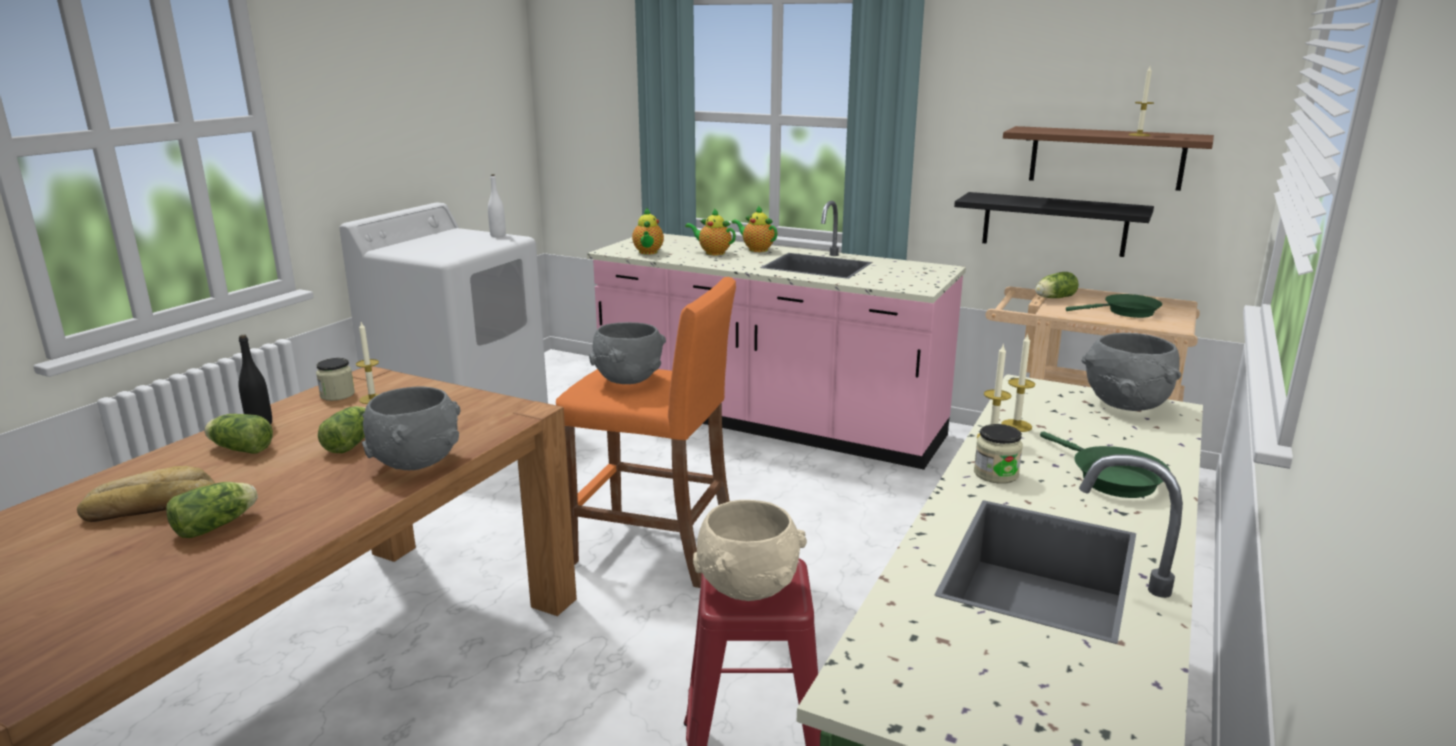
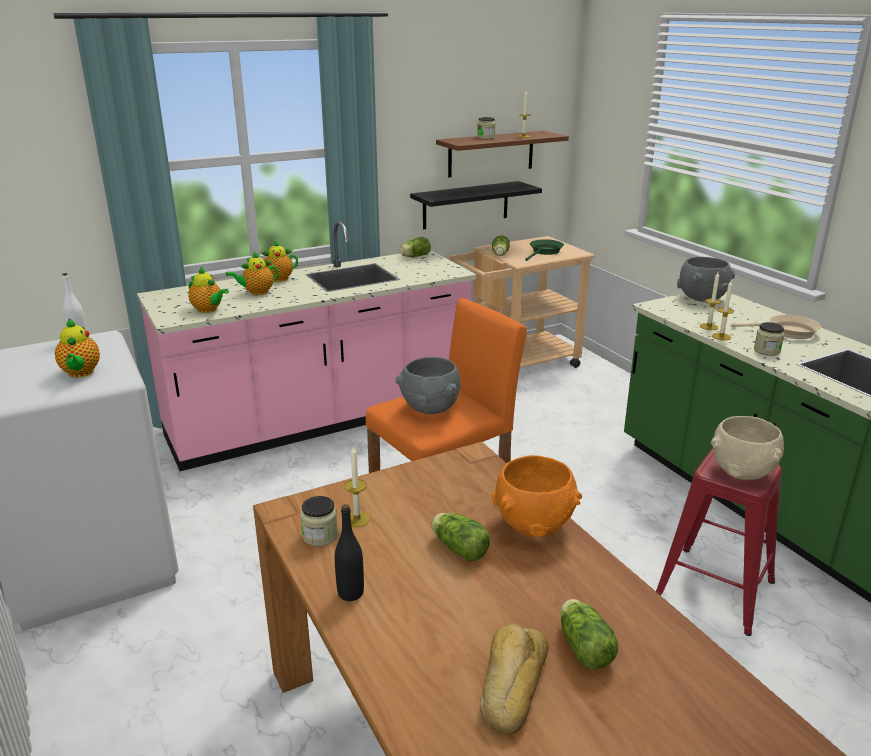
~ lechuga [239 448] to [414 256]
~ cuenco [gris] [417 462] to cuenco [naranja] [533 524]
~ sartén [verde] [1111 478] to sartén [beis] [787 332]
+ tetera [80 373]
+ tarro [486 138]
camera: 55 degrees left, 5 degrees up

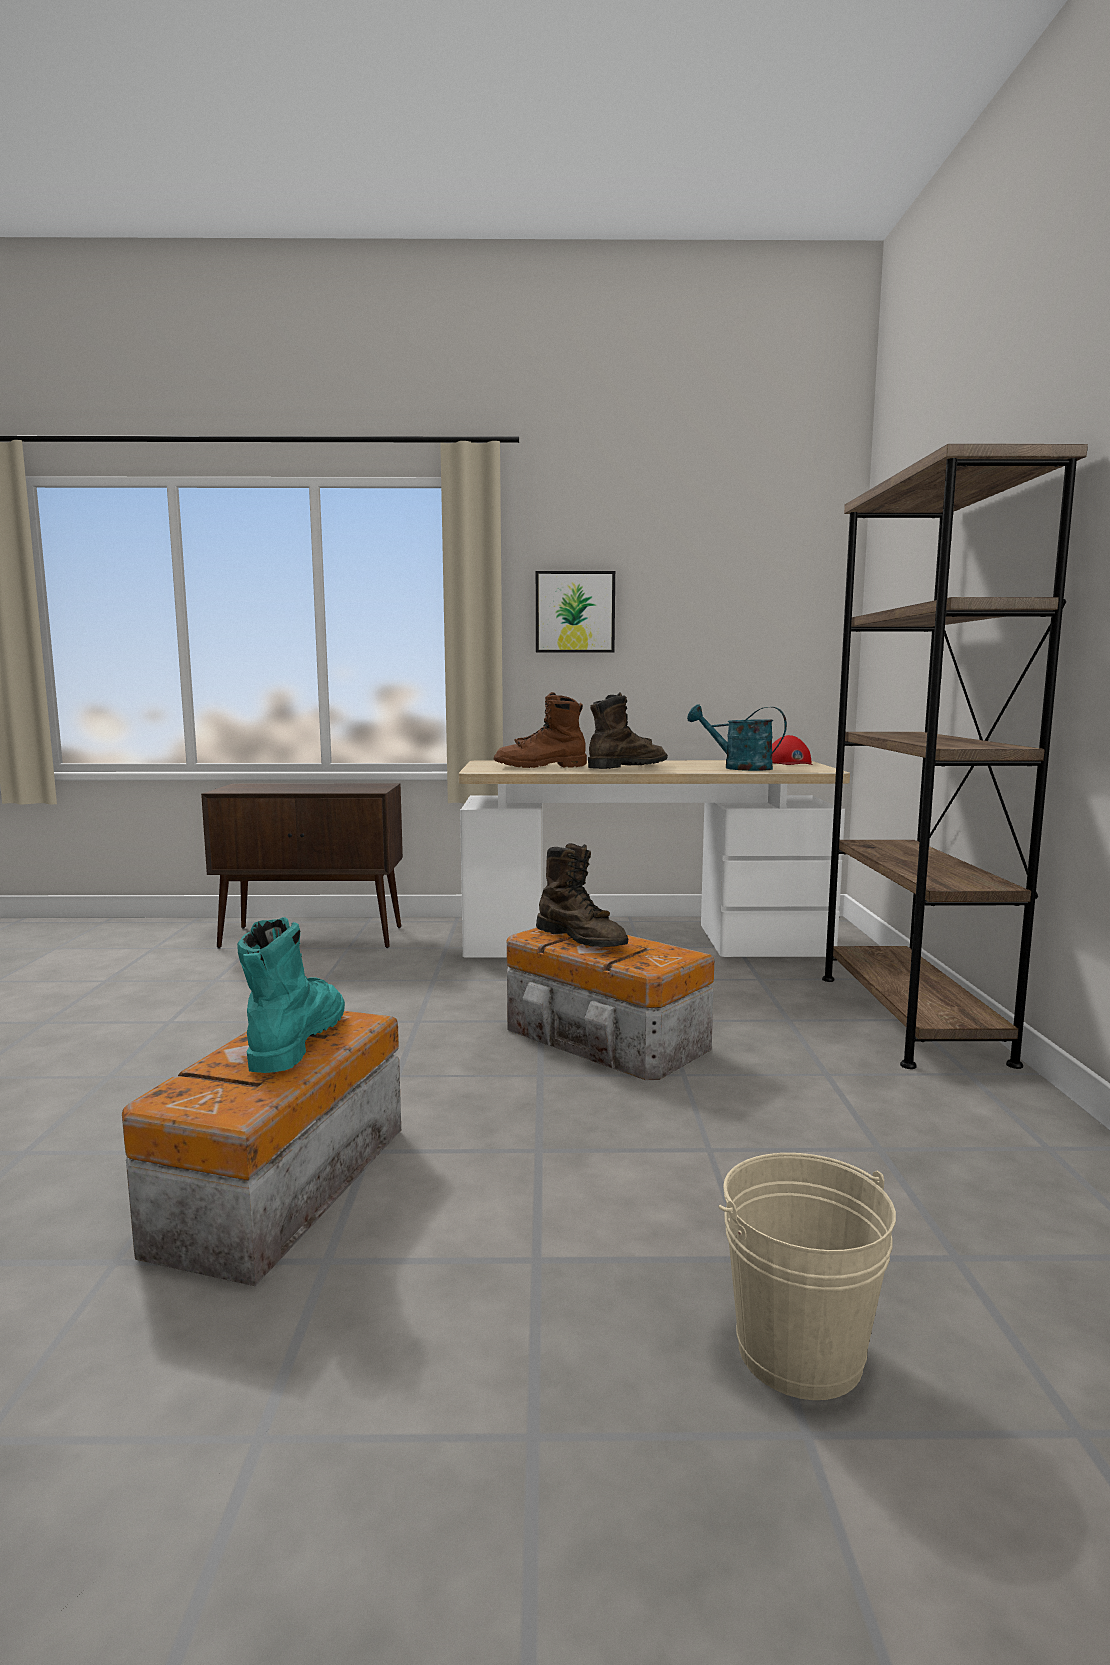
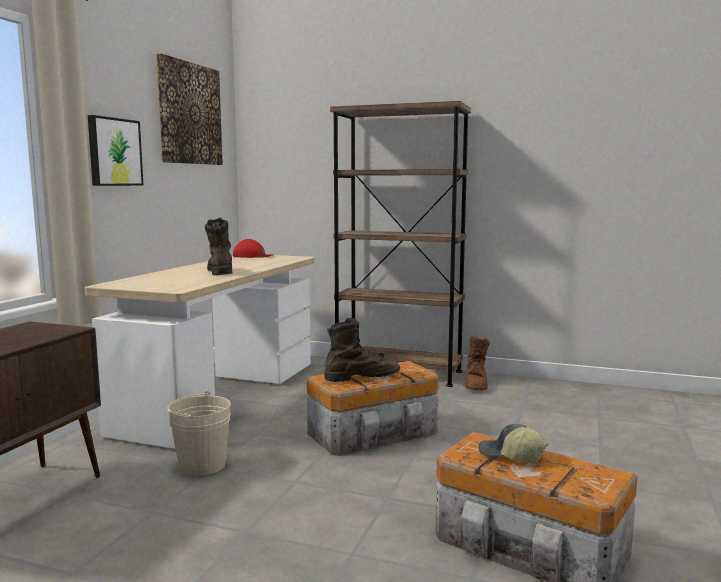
~ bota [turquesa] [296 1041] to gorra [510 456]
~ bota [marrón] [541 767] to [476 384]
- regadera [turquesa] [739 768]
~ cubo [beis] [800 1351] to [202 465]
+ cuadro [189 114]
camera: 70 degrees left, 0 degrees up

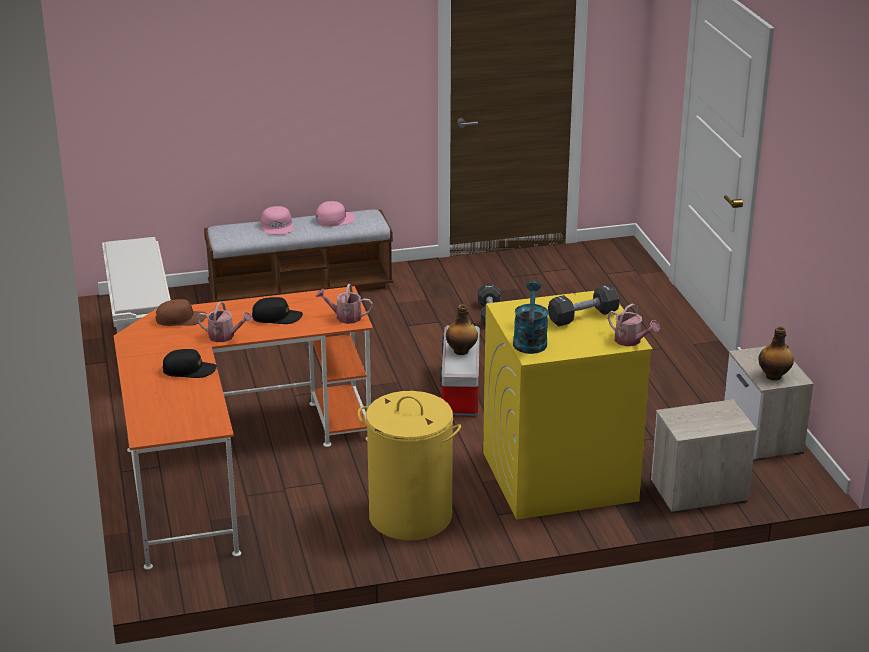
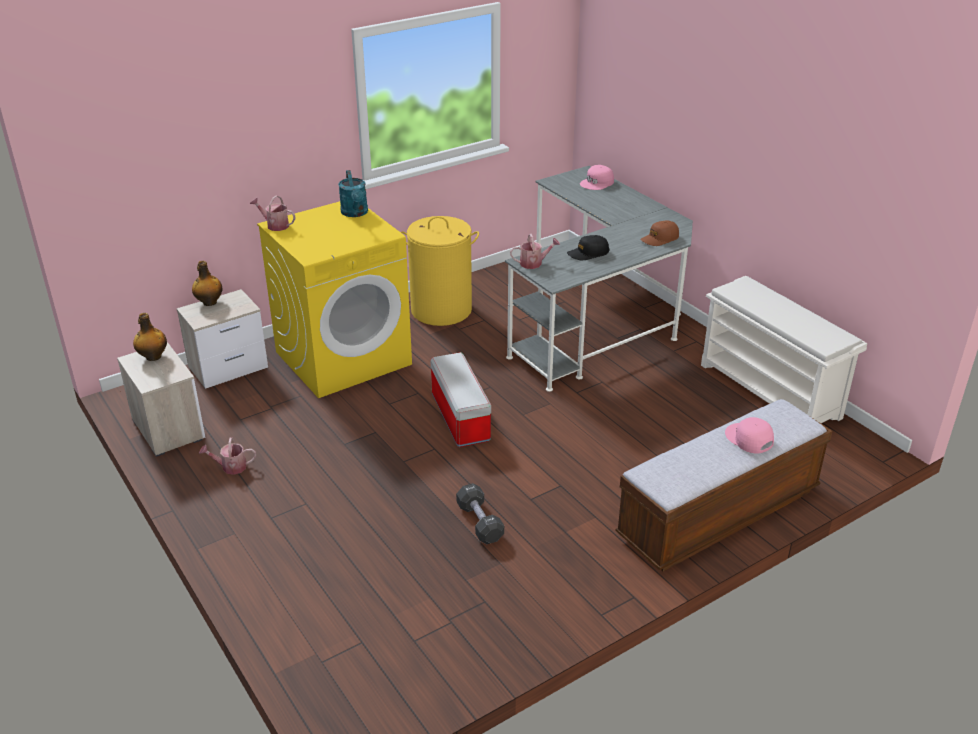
~ escritorio [naranja] [227 464] to escritorio [gris] [598 318]
- gorra [negro] [189 370]
~ regadera [225 336] to [230 467]
~ gorra [rosa] [335 219] to [597 183]
~ botella [461 351] to [209 303]
- mancuerna [negro] [583 317]
camera: 160 degrees right, 5 degrees up

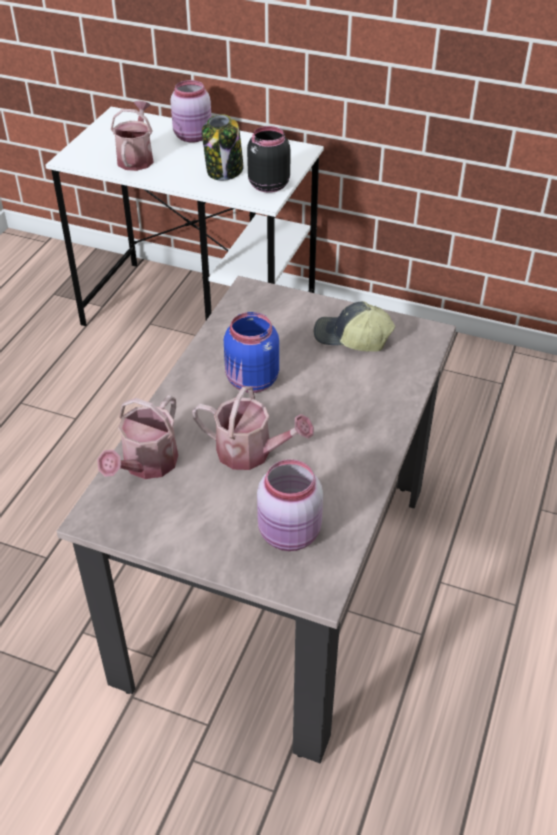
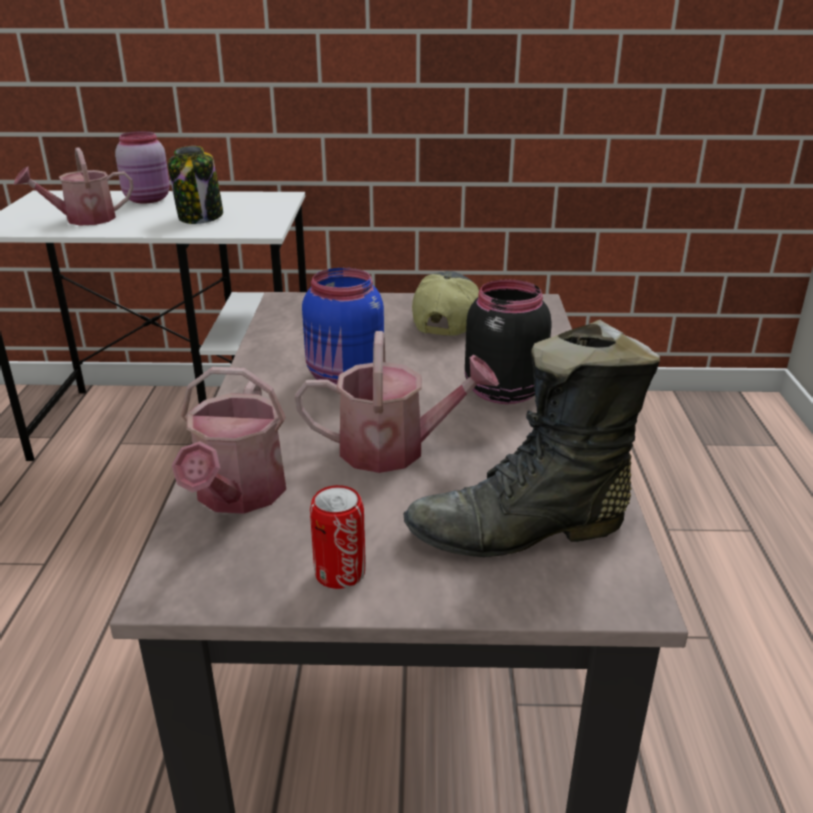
~ regadera [136 158] = [83 219] 105 degrees counterclockwise
~ tarro [negro] [267 185] to [501 392]
~ tarro [rosa] [290 535] to bota [negro] [522 531]
~ gorra [351 338] = [447 320] 105 degrees clockwise
+ lata [340 573]
camera: 20 degrees left, 15 degrees down

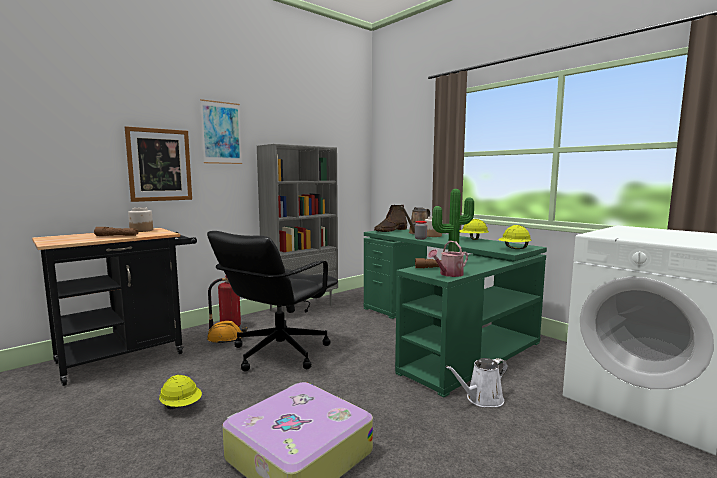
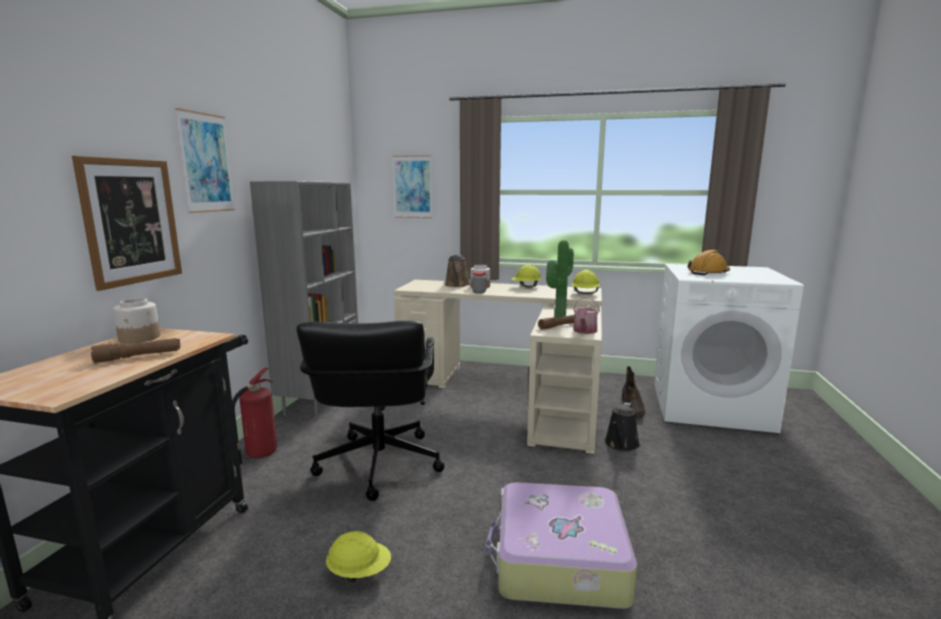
~ casco [naranja] [227 339] to [708 272]
~ escritorio [verde] [444 334] to escritorio [beis] [515 392]
~ bota [marrón] [390 231] to [632 408]
~ regadera [blanco] [482 399] to regadera [negro] [621 444]
+ cuadro [412 187]
camera: 35 degrees left, 5 degrees up

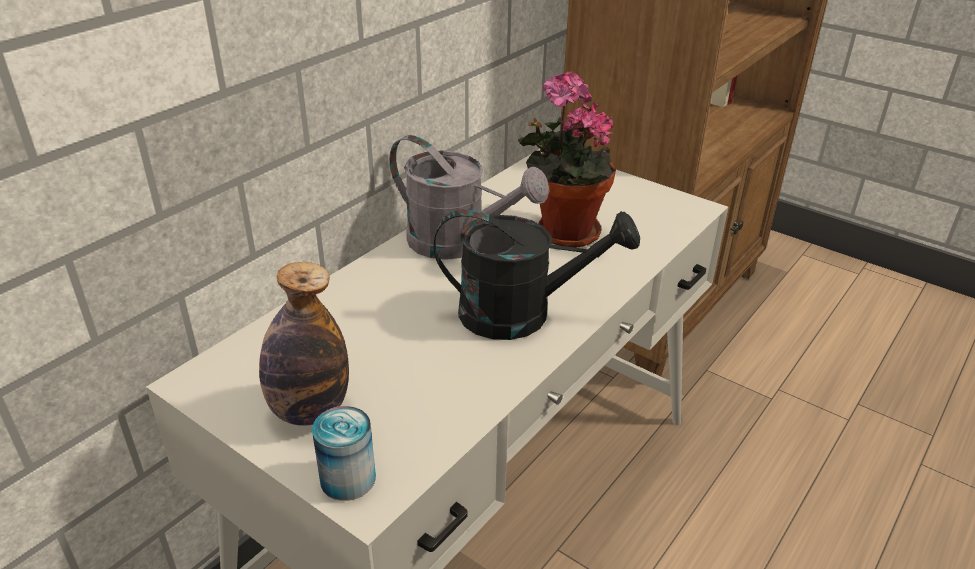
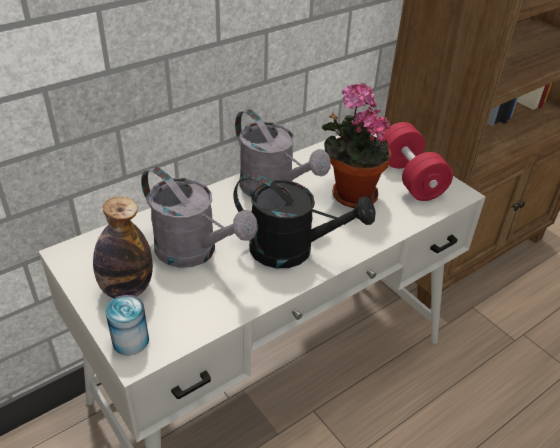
+ regadera [gris] [195 252]
+ mancuerna [rojo] [410 178]
camera: 15 degrees right, 5 degrees up

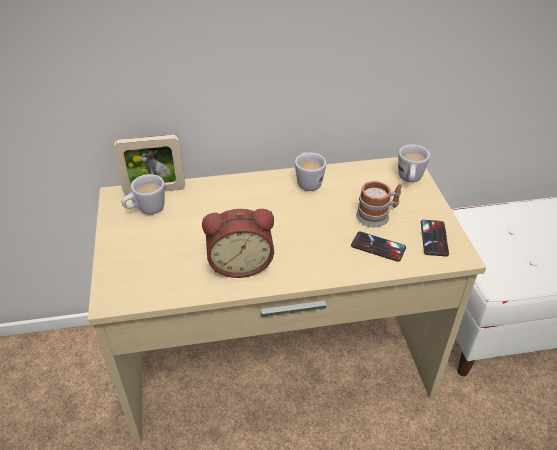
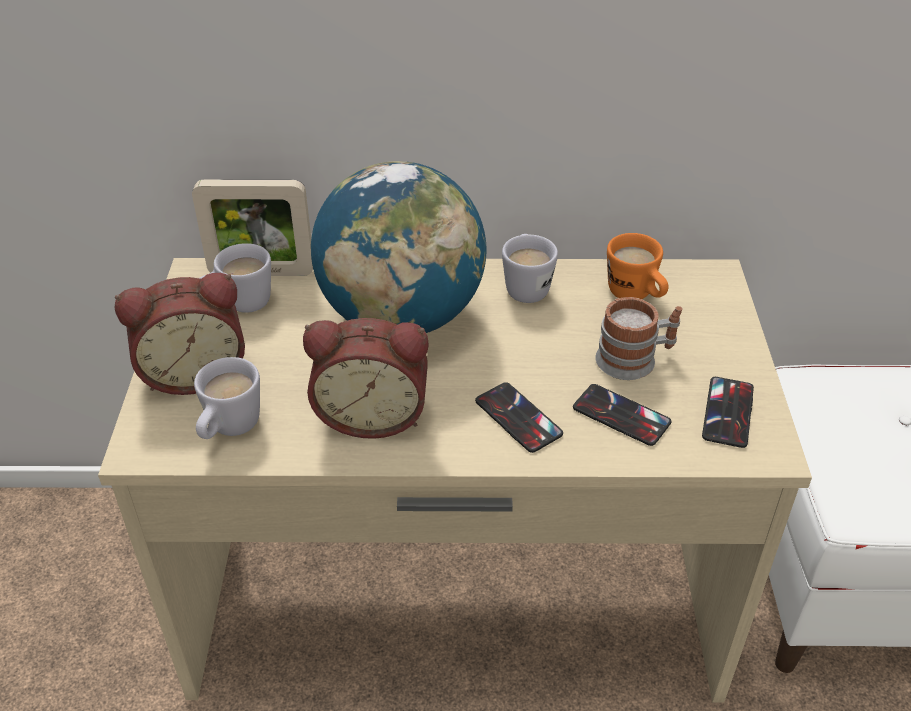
~ taza grande [blanco] [409 180] to [229 429]
+ despertador [194 372]
+ globo terráqueo [402 317]
+ móvil [518 418]
+ taza grande [naranja] [636 296]
camera: 10 degrees right, 0 degrees up

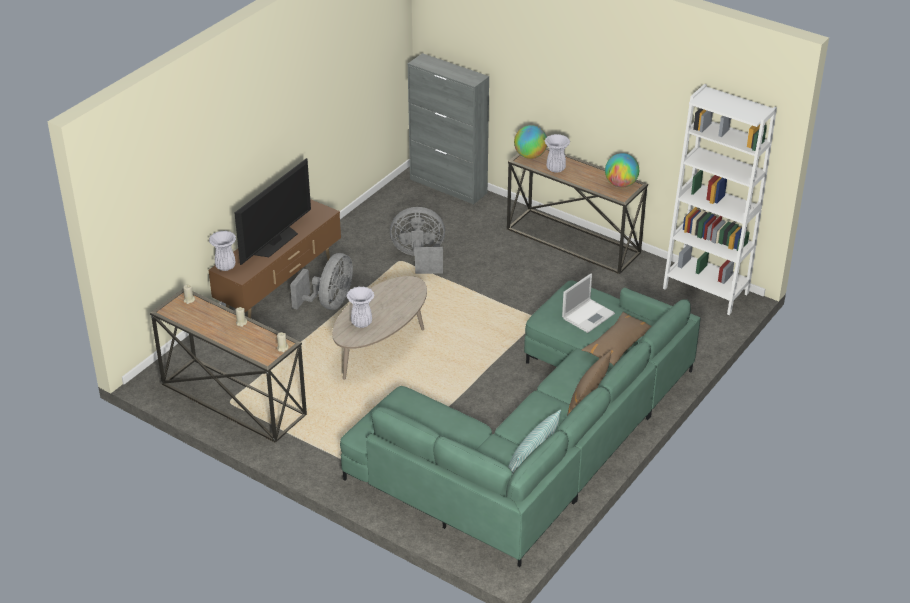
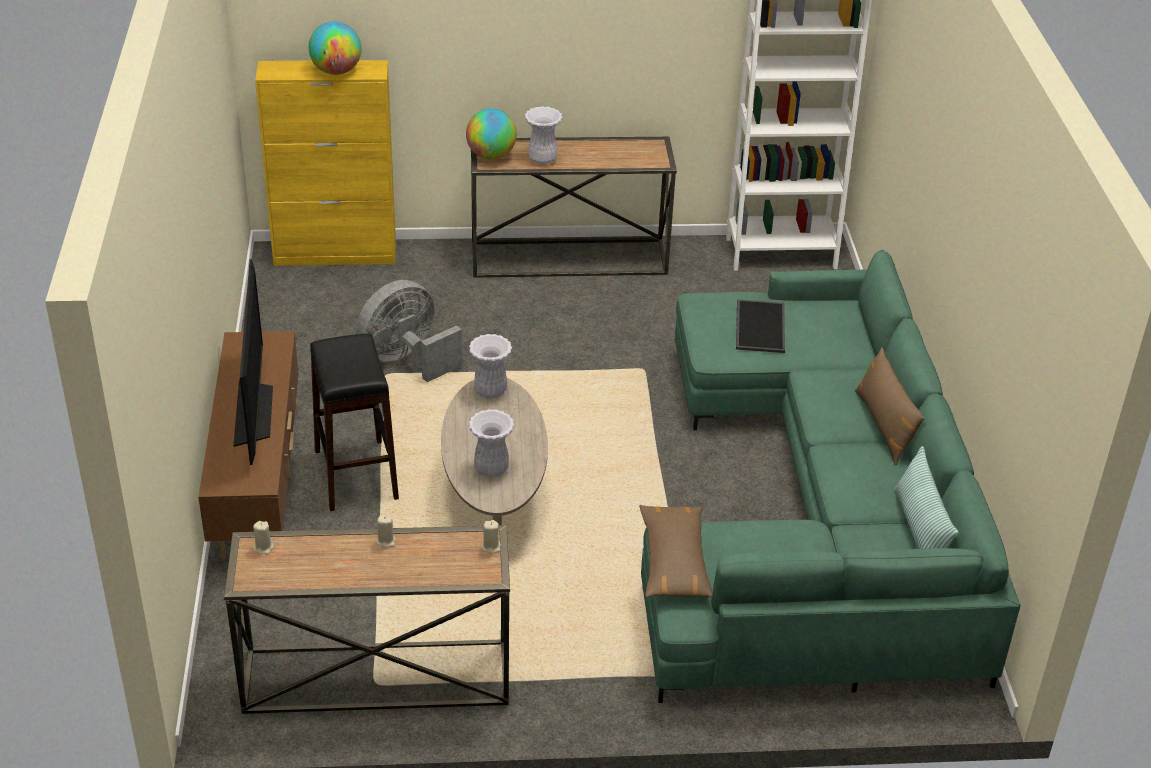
~ florero [blanco] [226 266] to [490 391]
~ ventilador [gris] [329 303] to taburete [negro] [355 474]
~ armario [gris] [448 186] to armario [amarillo] [336 254]
~ portátil [588 315] to bandeja [759 326]
~ cojín [marrón] [618 345] to [674 561]
~ globo terráqueo [620 184] to [336 71]
camera: 40 degrees left, 0 degrees up

